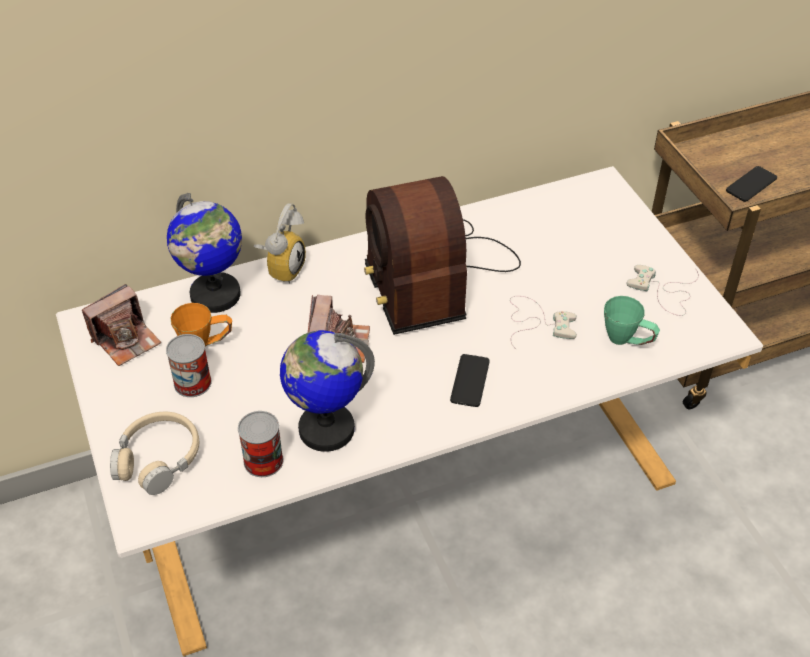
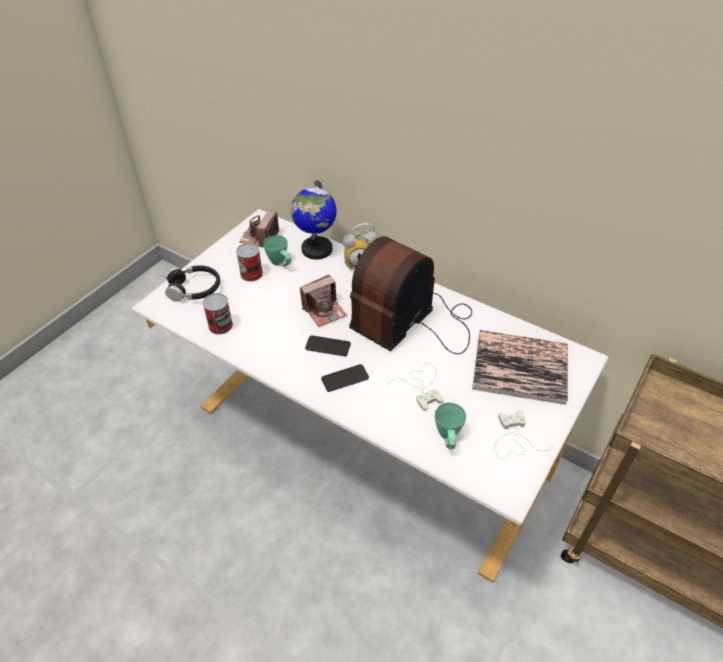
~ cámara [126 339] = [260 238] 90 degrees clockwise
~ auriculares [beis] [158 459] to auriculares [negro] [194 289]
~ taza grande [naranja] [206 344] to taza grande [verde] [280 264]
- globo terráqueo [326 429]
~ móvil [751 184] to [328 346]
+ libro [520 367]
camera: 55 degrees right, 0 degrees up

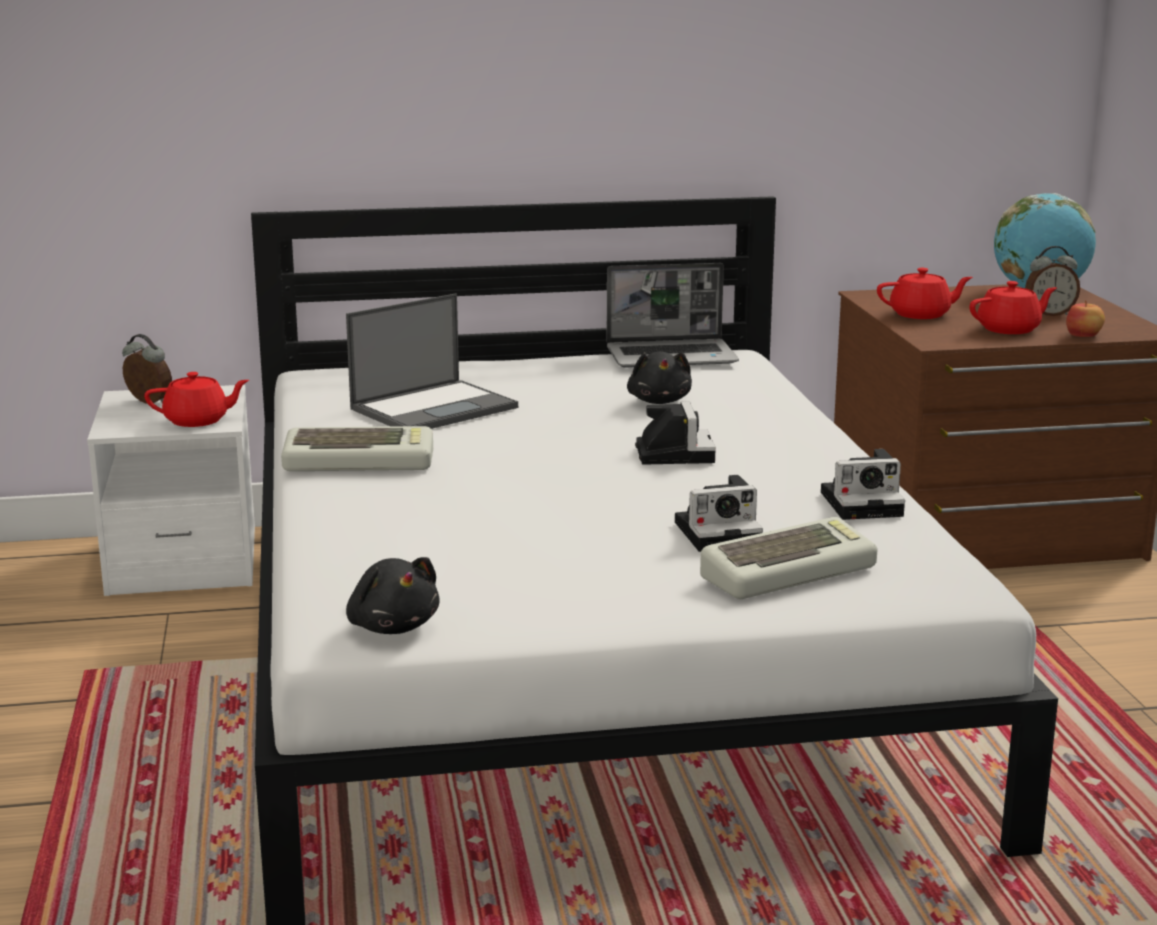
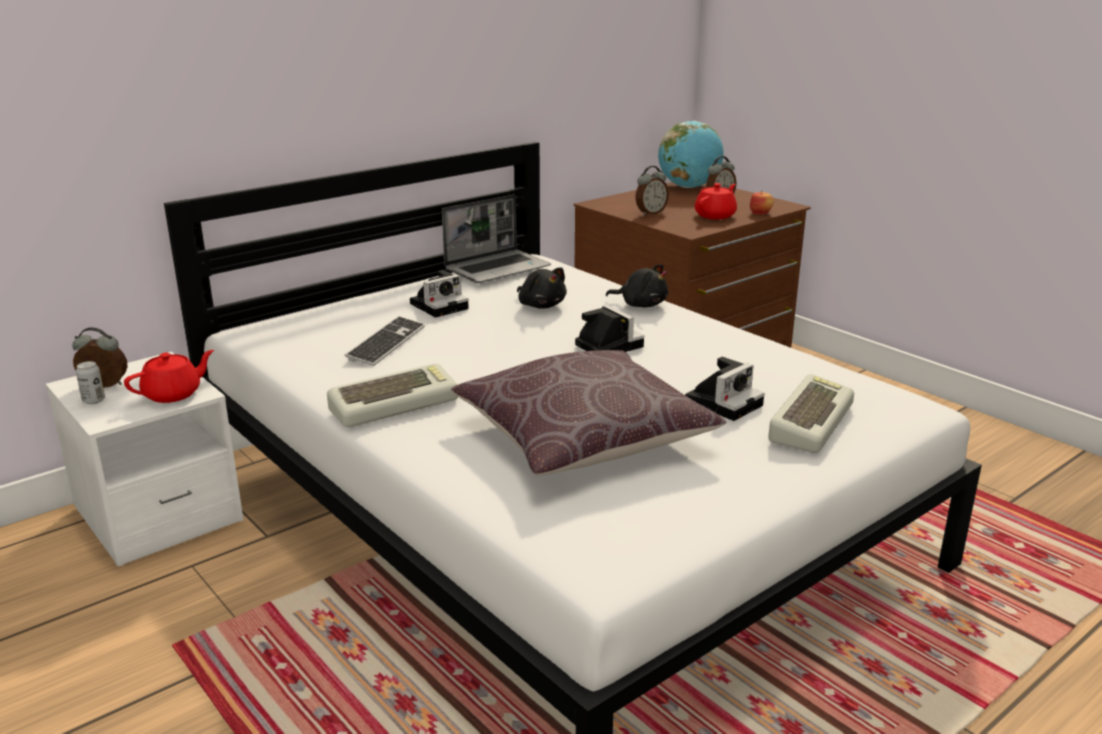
~ portátil [435 408] to teclado [386 343]
~ peluche [negro] [392 626] to [641 304]
~ cámara [864 503] to [440 305]
~ tetera [rojo] [921 315] to despertador [650 213]
+ lata [94 400]
+ cojín [marrón] [584 438]
camera: 30 degrees left, 5 degrees up

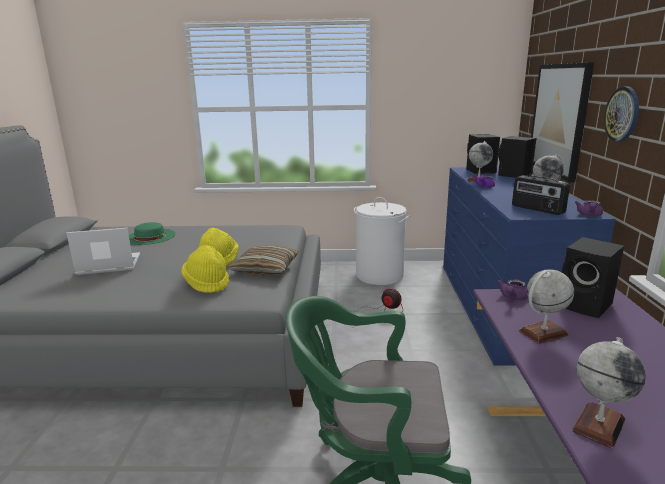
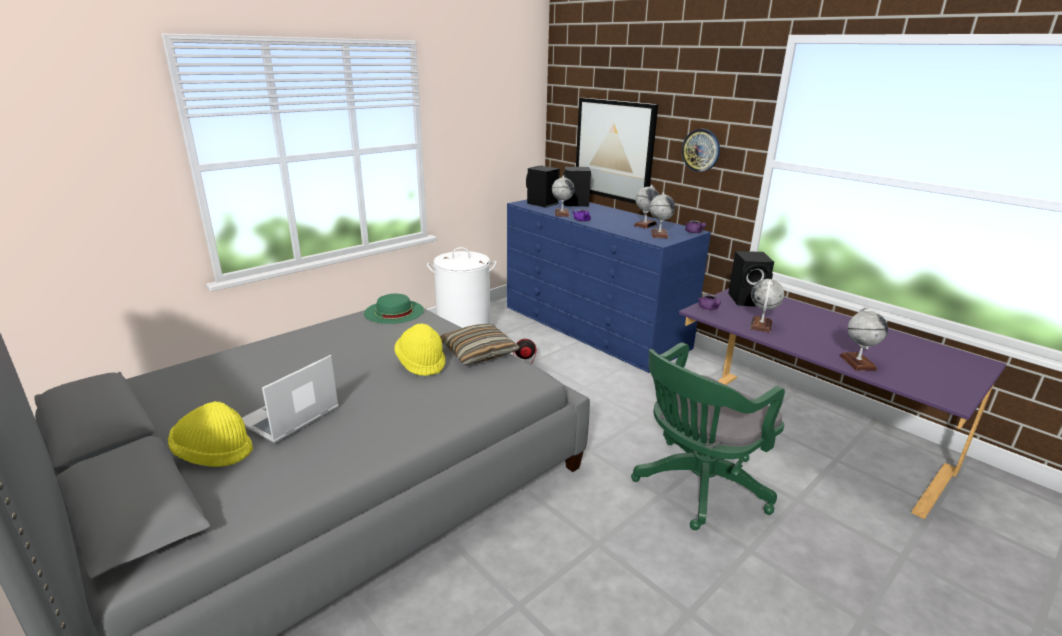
~ sombrero [verde] [150 236] to [394 311]
~ sombrero [amarillo] [207 283] to [214 453]
~ radio [537 209] to globo terráqueo [659 234]
camera: 45 degrees left, 5 degrees up

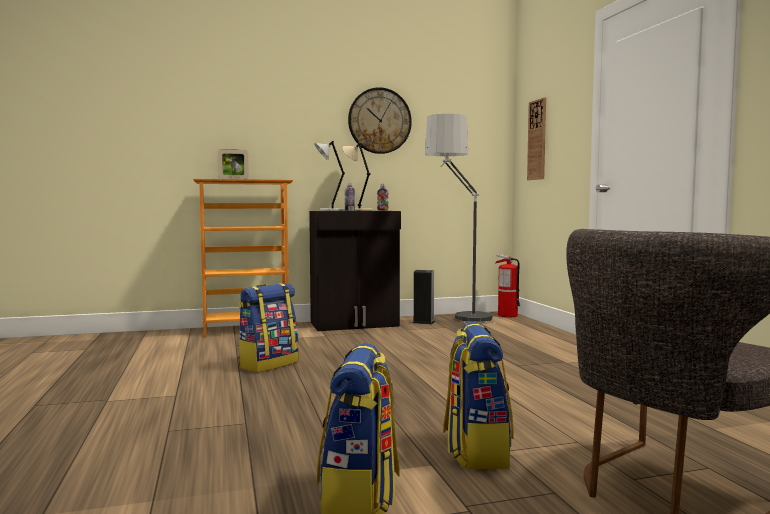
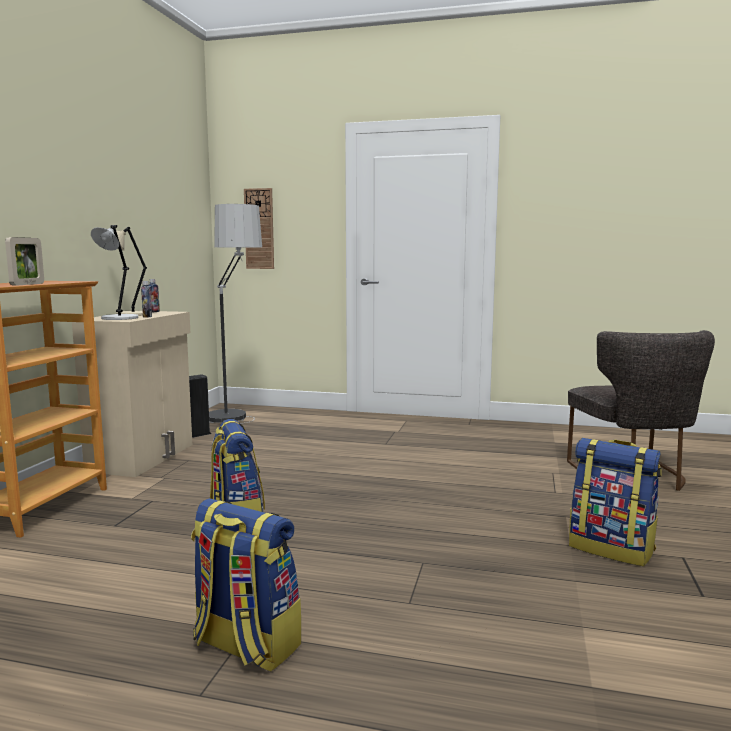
~ armario [negro] [355 324] to armario [beis] [144 457]
- reloj de pared [379 121]
~ mochila [475 451] to [245 645]
- extintor [507 315]
camera: 60 degrees left, 5 degrees up

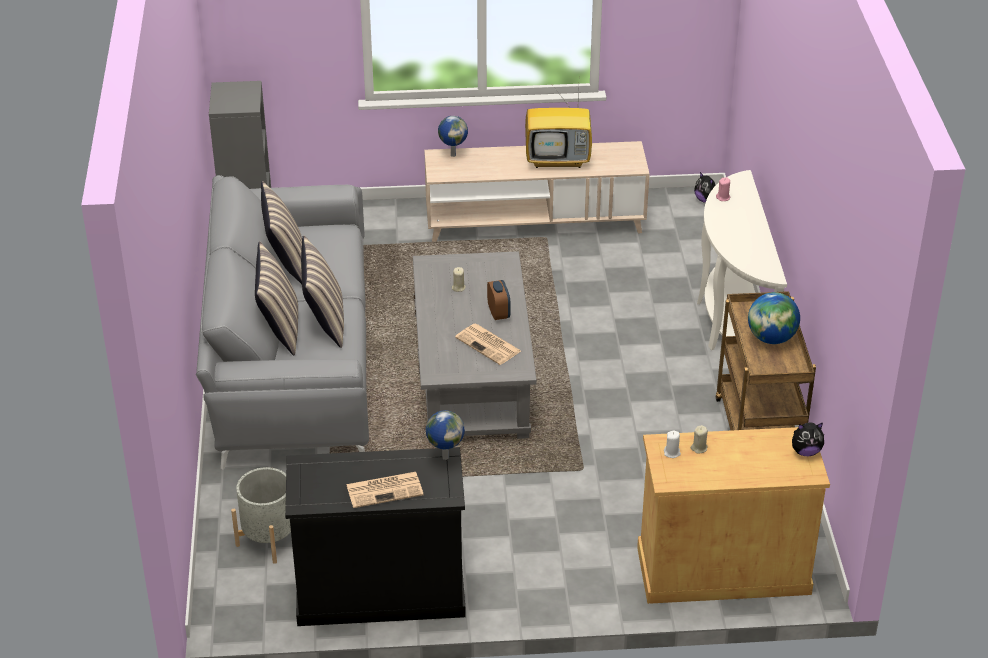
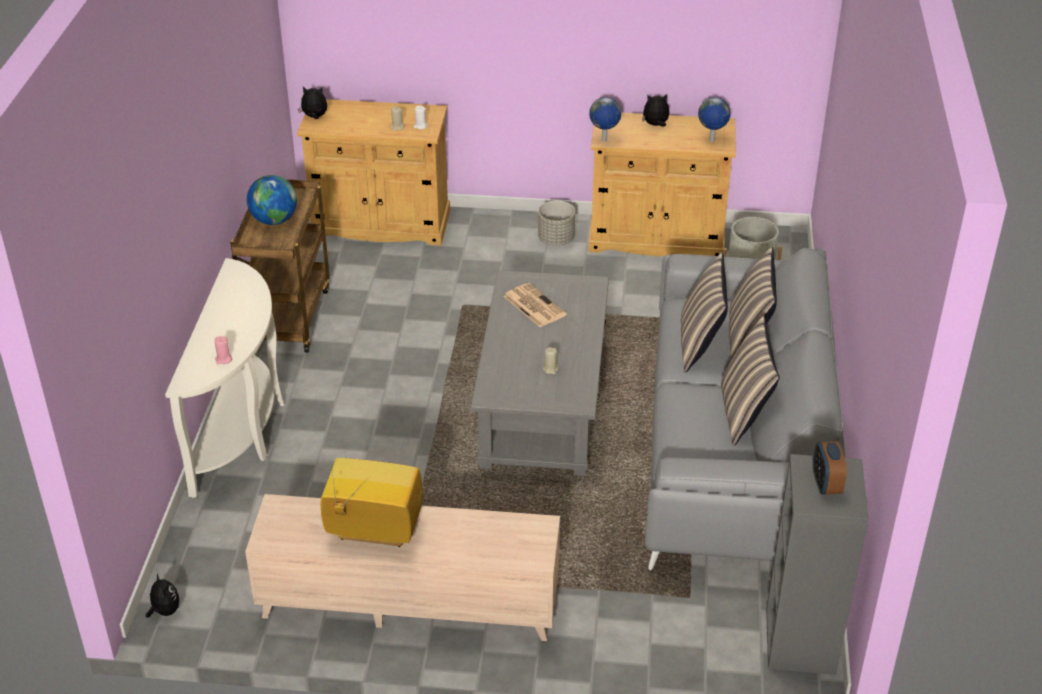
~ armario [negro] [380 591] to armario [beis] [656 238]
~ periódico [385 489] to peluche [655 125]
~ globo terráqueo [453 154] to [712 140]
~ despertador [498 313] to [826 484]
+ maceta [gris] [556 239]
camera: 170 degrees left, 0 degrees up

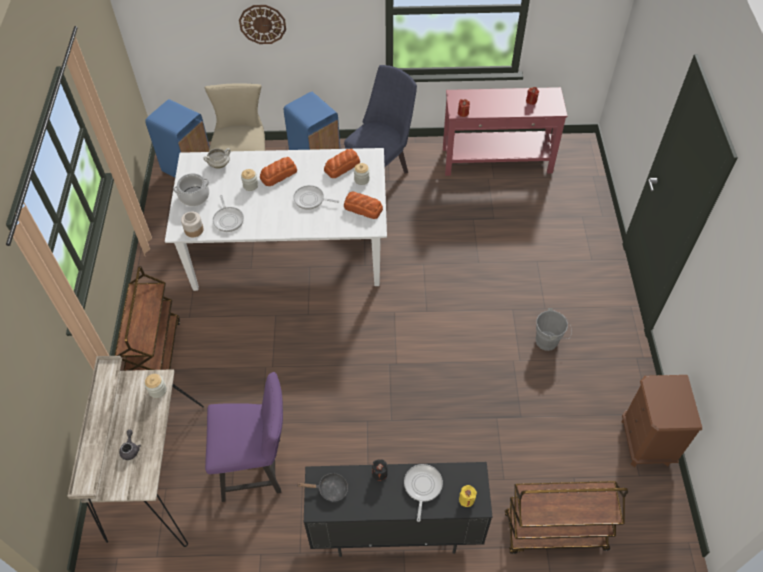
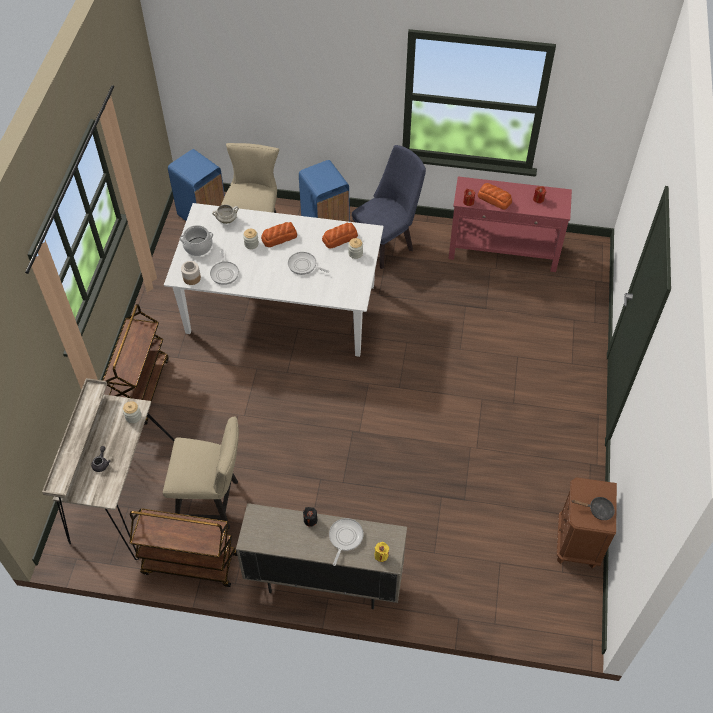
~ silla [morado] [257 467] to silla [beis] [213 503]
- reloj de pared [262 24]
~ sartén [negro] [329 489] to [597 510]
~ armario [negro] [395 532] to armario [beis] [324 581]
~ pan [362 208] to [494 199]
~ carrito [marrón] [554 532] to [189 564]
- cubo [gris] [549 341]
camera: 10 degrees right, 0 degrees up

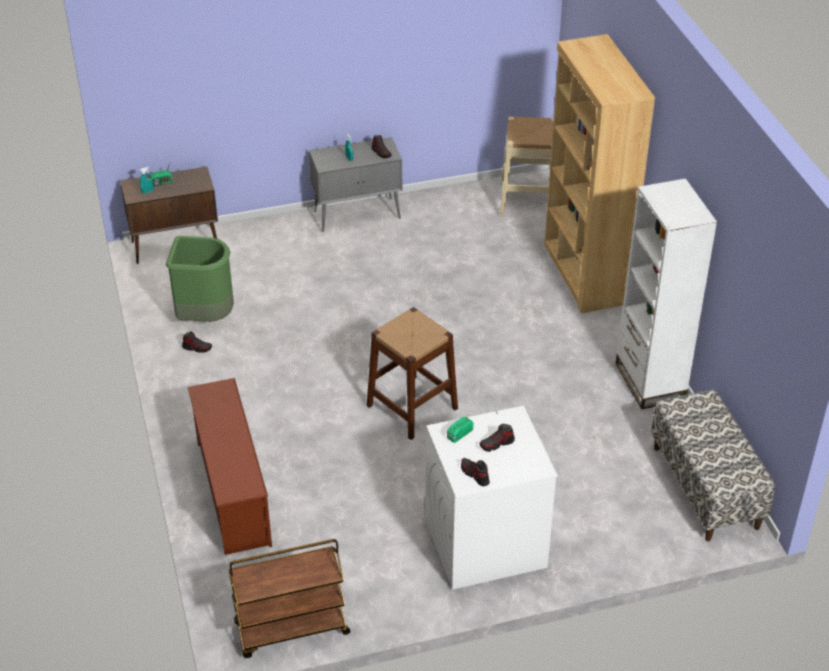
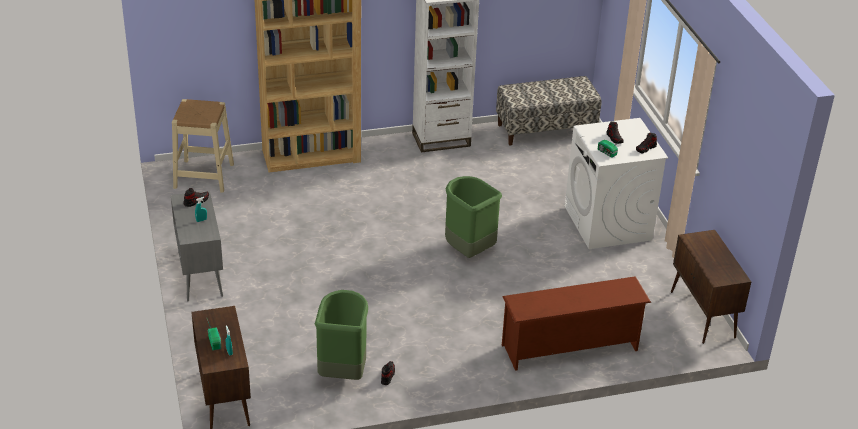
~ carrito [marrón] [291 629] to armario [marrón] [703 315]
~ taburete [marrón] [412 407] to papelera [verde] [468 251]
camera: 90 degrees left, 5 degrees down

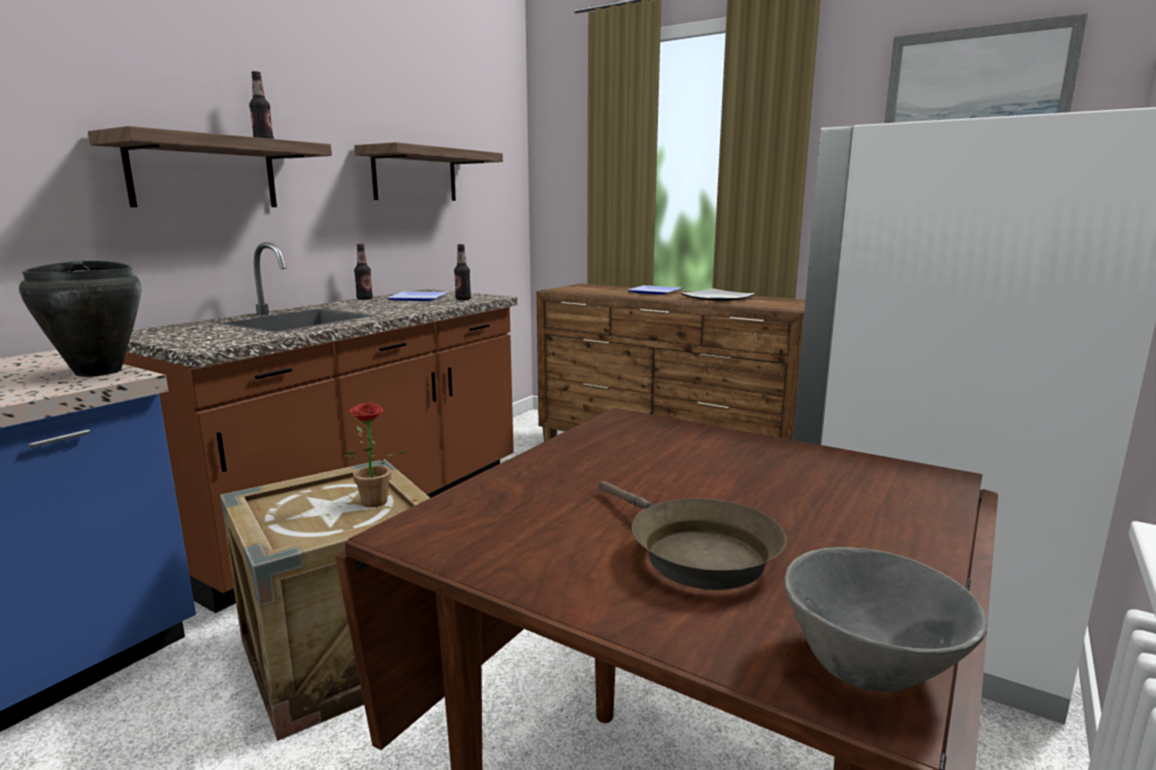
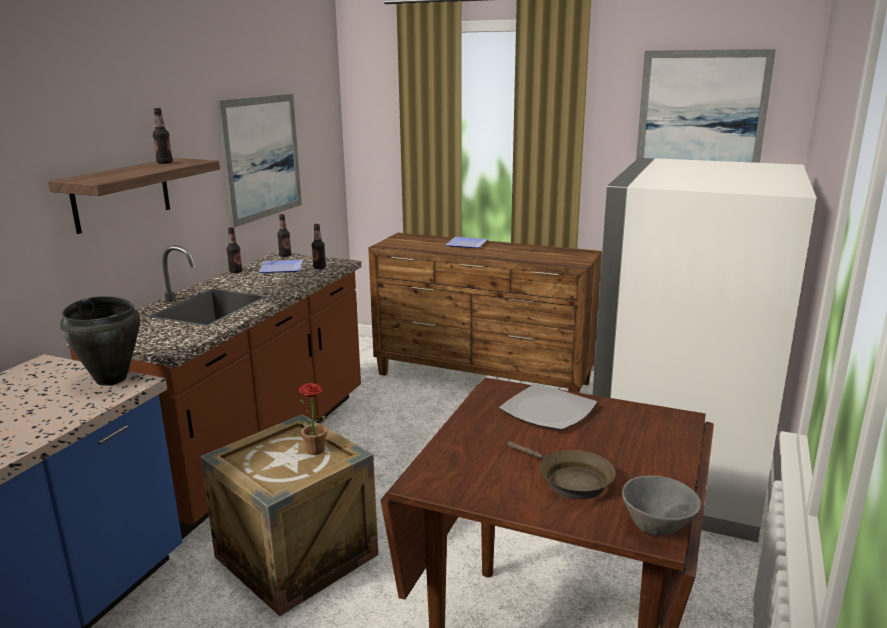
~ estante [415 175] to cuadro [262 157]
~ plato [716 298] to [547 411]
+ botella [285 255]
camera: 10 degrees left, 5 degrees up

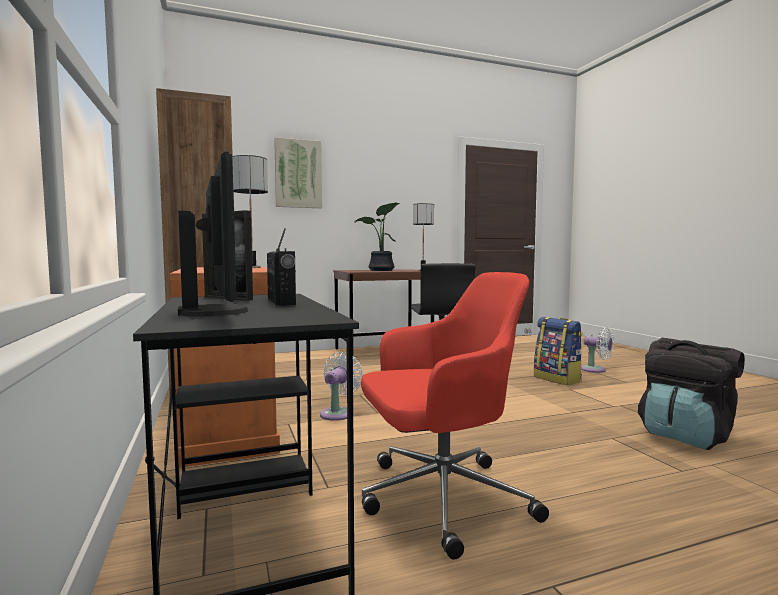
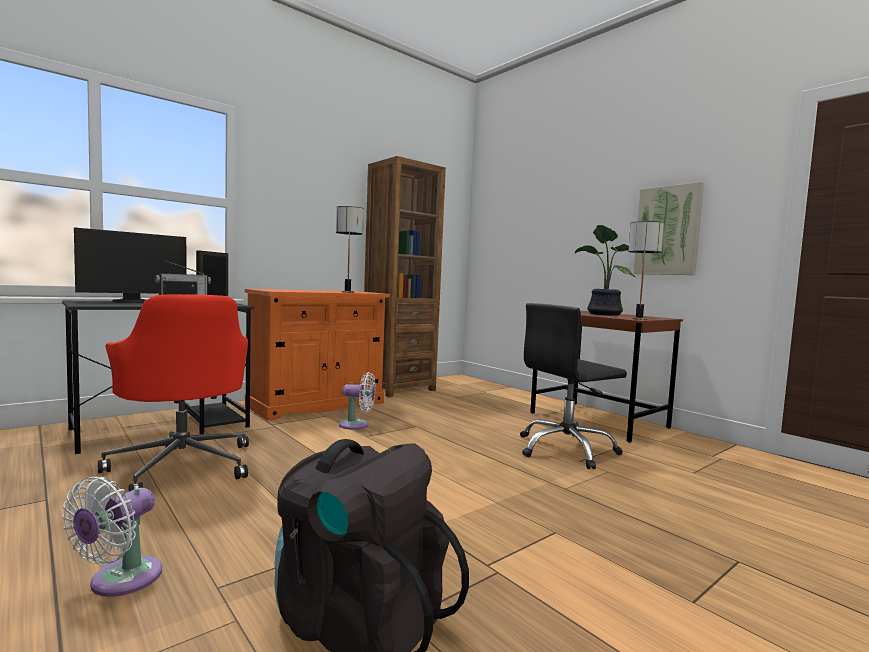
~ cuadro [298 174] to [668 230]
- mochila [558 379]
~ ventilador [blanco] [596 370] to [119 581]
camera: 70 degrees right, 0 degrees up

